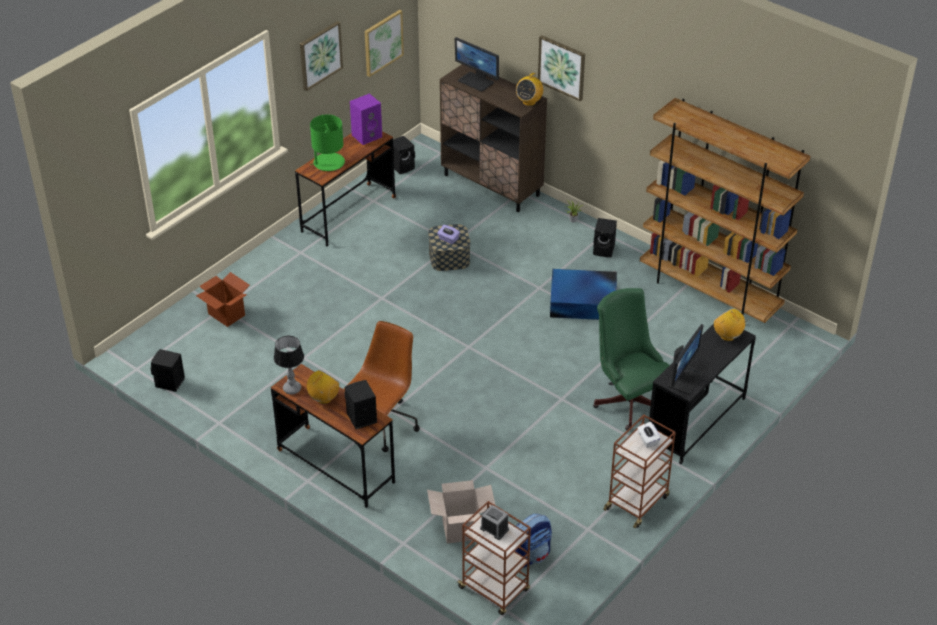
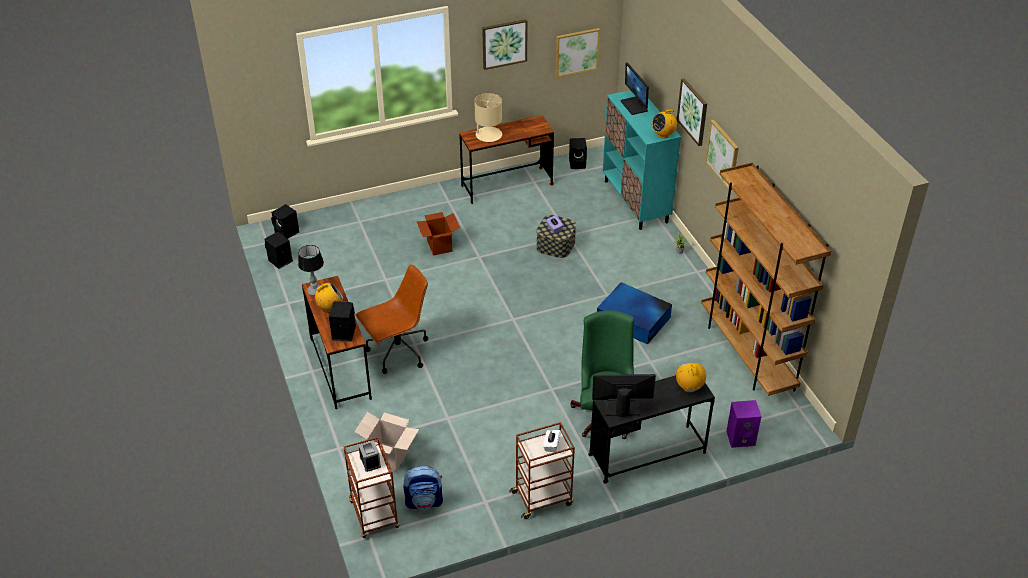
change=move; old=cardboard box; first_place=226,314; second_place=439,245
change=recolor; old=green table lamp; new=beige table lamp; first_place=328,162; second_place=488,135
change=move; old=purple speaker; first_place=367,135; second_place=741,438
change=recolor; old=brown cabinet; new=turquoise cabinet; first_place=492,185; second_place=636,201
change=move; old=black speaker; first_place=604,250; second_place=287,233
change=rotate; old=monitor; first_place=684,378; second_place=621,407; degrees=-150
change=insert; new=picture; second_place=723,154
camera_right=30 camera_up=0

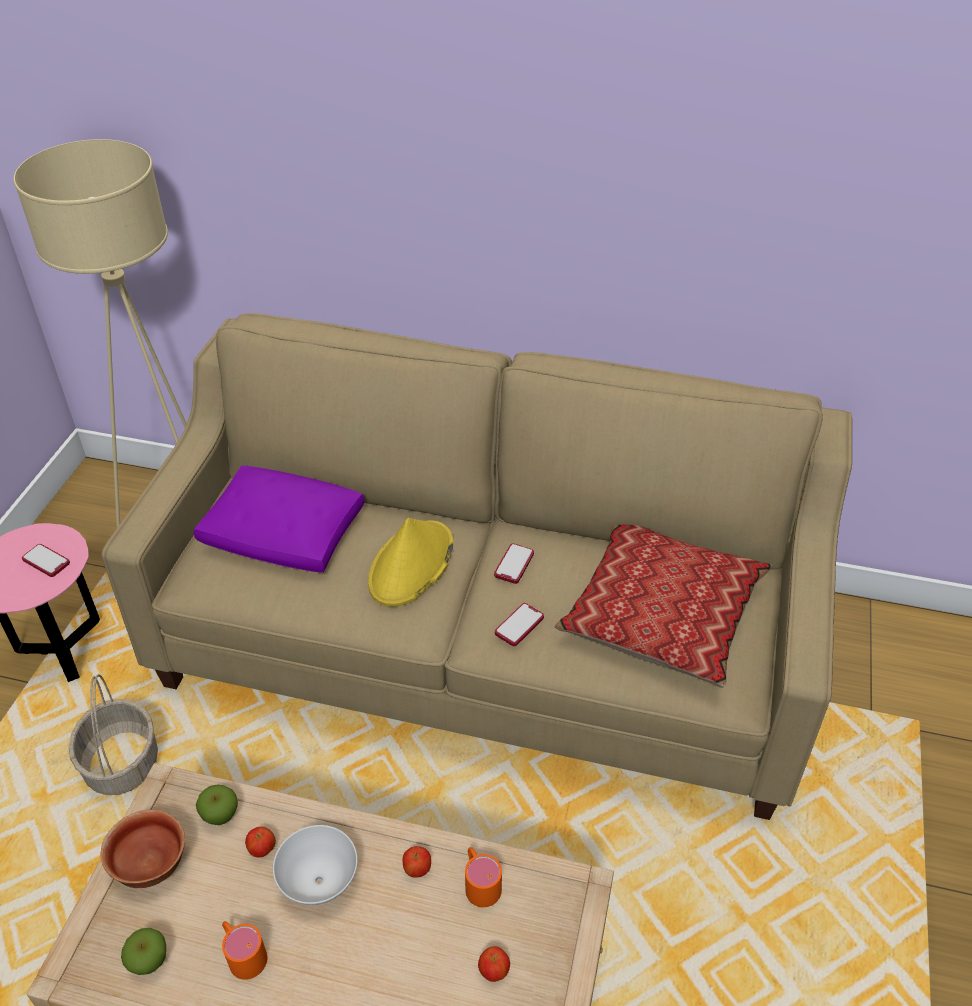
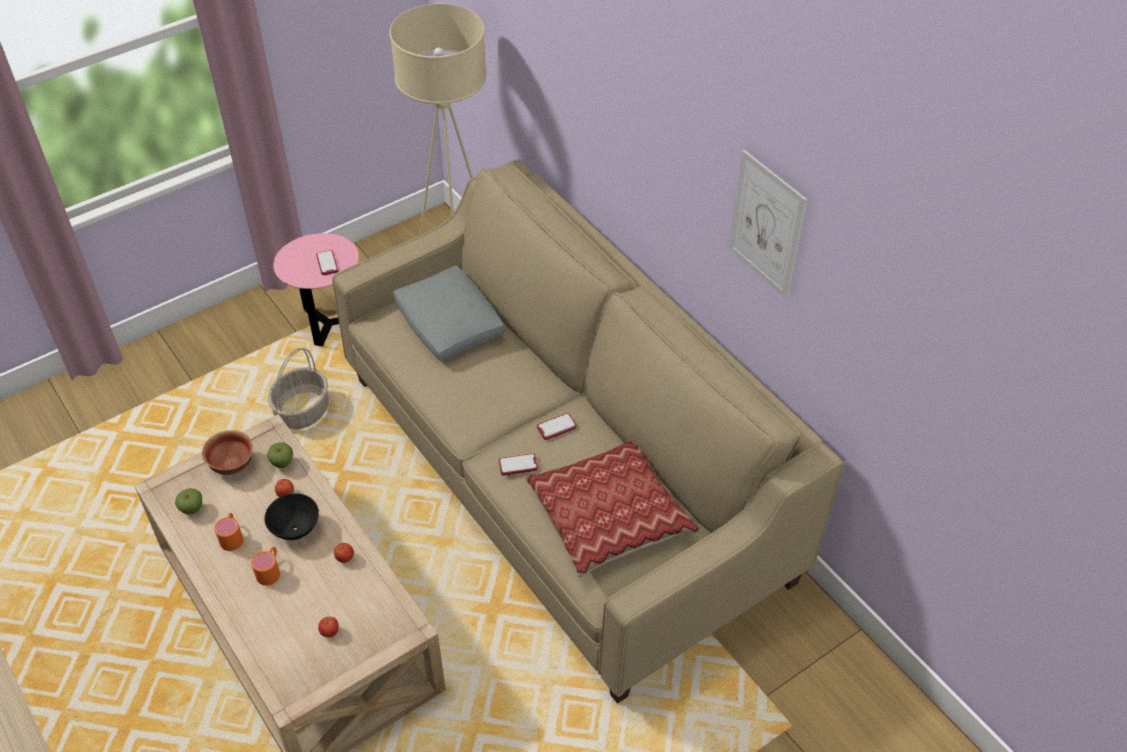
change=recolor; old=purple pillow; new=grey pillow; first_place=285,534; second_place=450,324
change=recolor; old=white bowl; new=black bowl; first_place=318,882; second_place=295,529
change=delete; old=yellow hat; first_place=411,565
change=move; old=orange mug; first_place=480,882; second_place=270,570
change=insert; new=picture; second_place=766,225
camera_right=40 camera_up=5

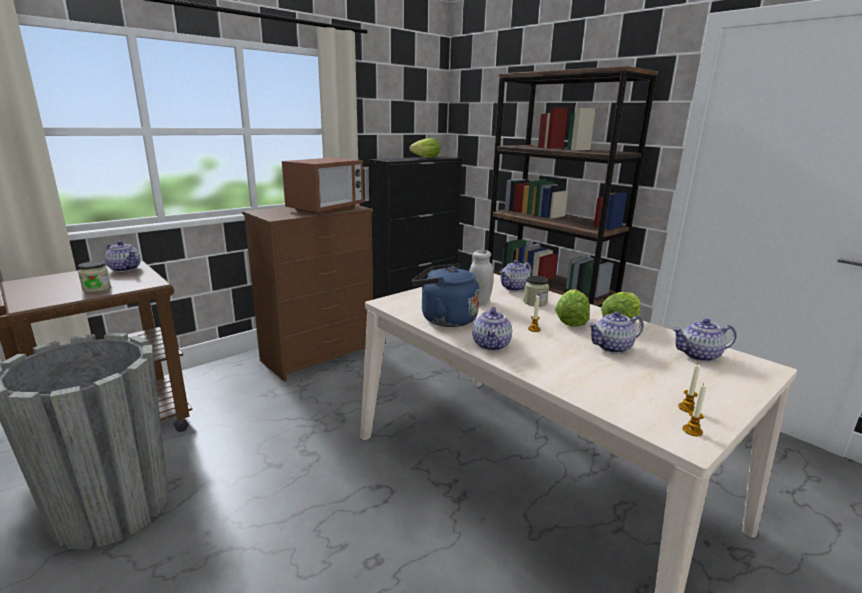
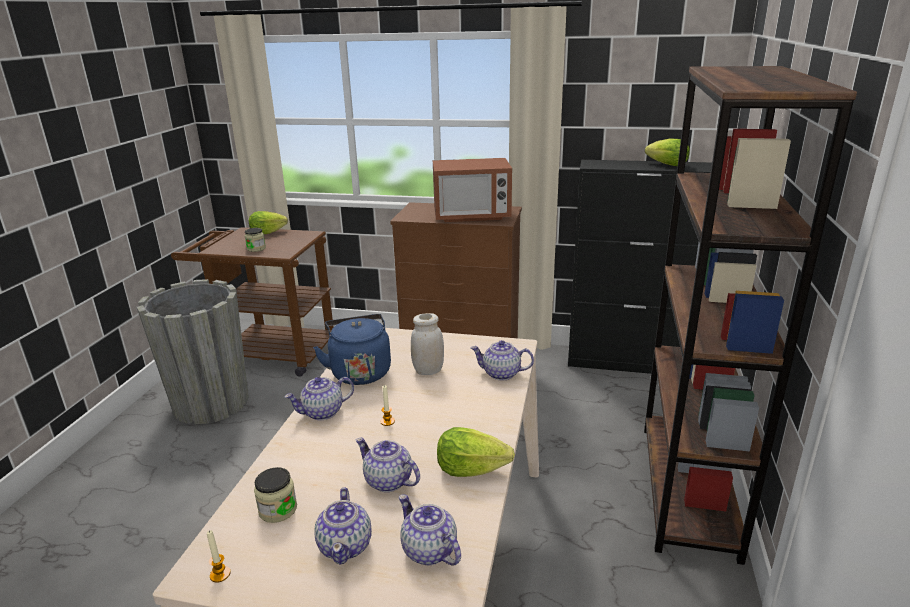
change=move; old=teapot; first_place=125,269; second_place=346,545
change=move; old=jar; first_place=535,302; second_place=278,509
change=move; old=lettuce; first_place=570,321; second_place=267,233
change=delete; old=candle; first_place=687,408
camera_right=55 camera_up=5

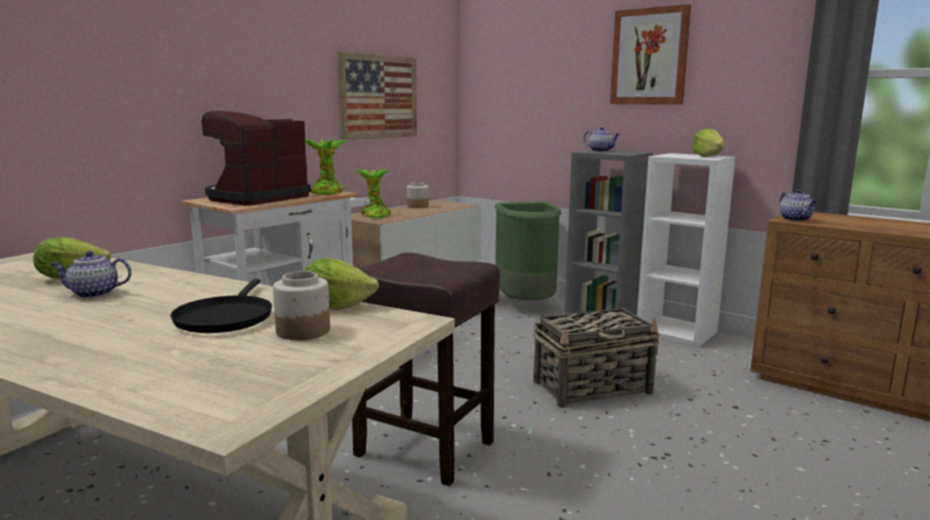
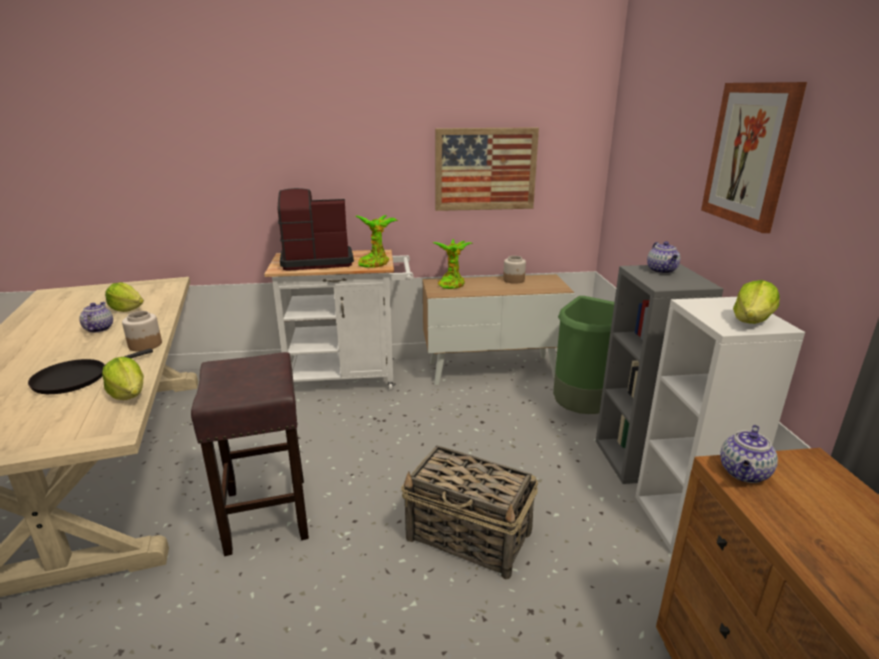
change=rotate; old=teapot; first_place=93,294; second_place=99,328; degrees=45
change=move; old=jar; first_place=302,331; second_place=144,345
camera_right=45 camera_up=10

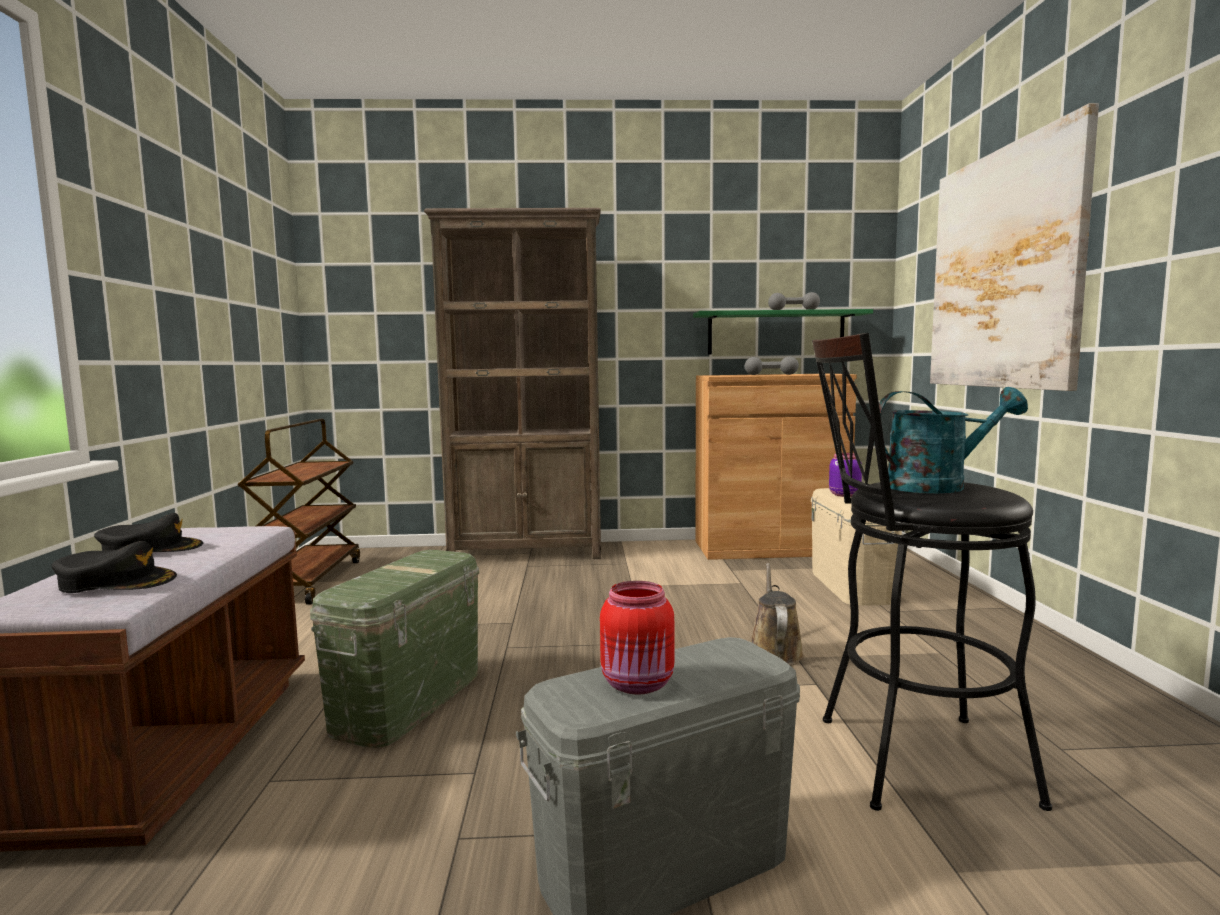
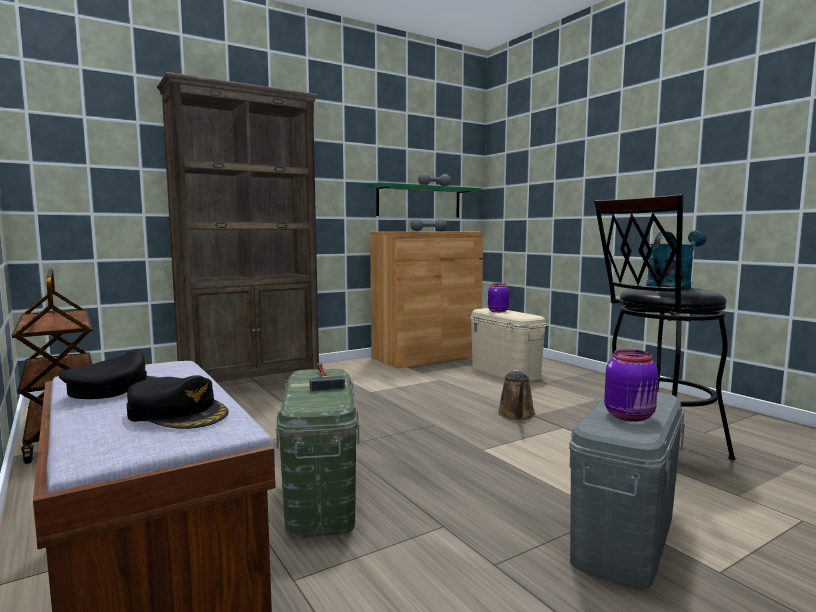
change=rotate; old=black cap; first_place=117,582; second_place=178,413; degrees=60
change=recolor; old=red jar; new=purple jar; first_place=639,684; second_place=630,416
change=rotate; old=brown watering can; first_place=774,652; second_place=517,415; degrees=-150
change=delete; old=picture; first_place=1002,269
change=insert; new=hammer; second_place=323,379
camera_right=-30 camera_up=0

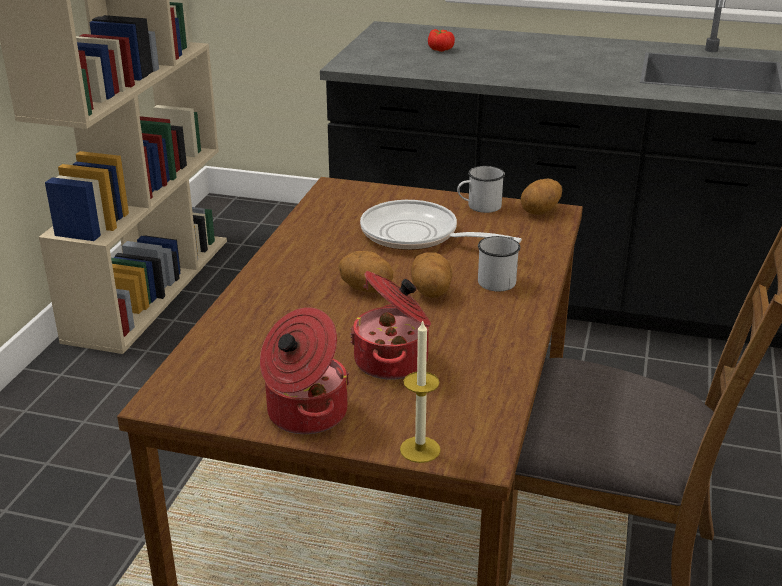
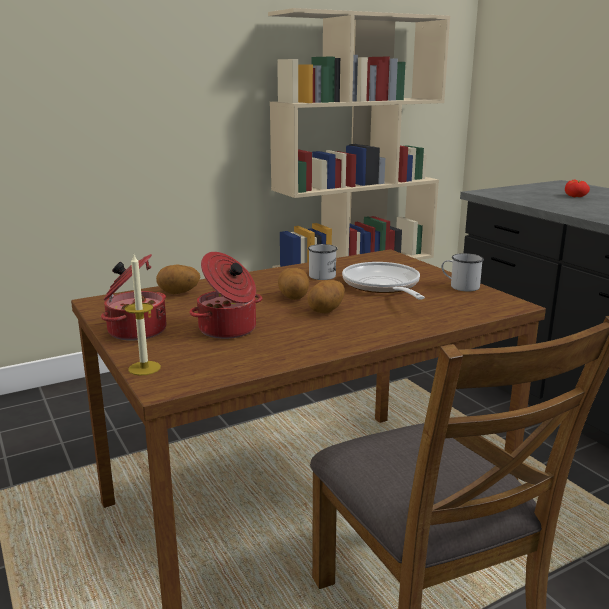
change=move; old=white mug; first_place=493,279; second_place=323,275
change=move; old=potato; first_place=540,212; second_place=179,293
camera_right=45 camera_up=-10

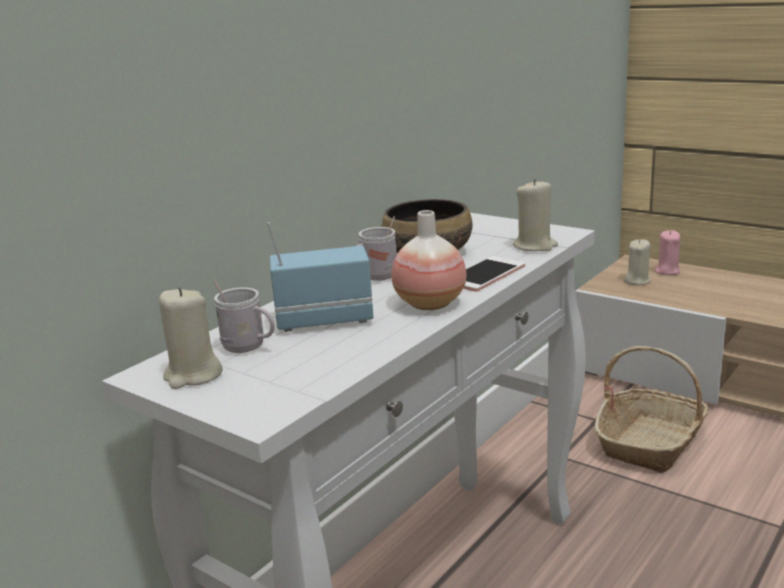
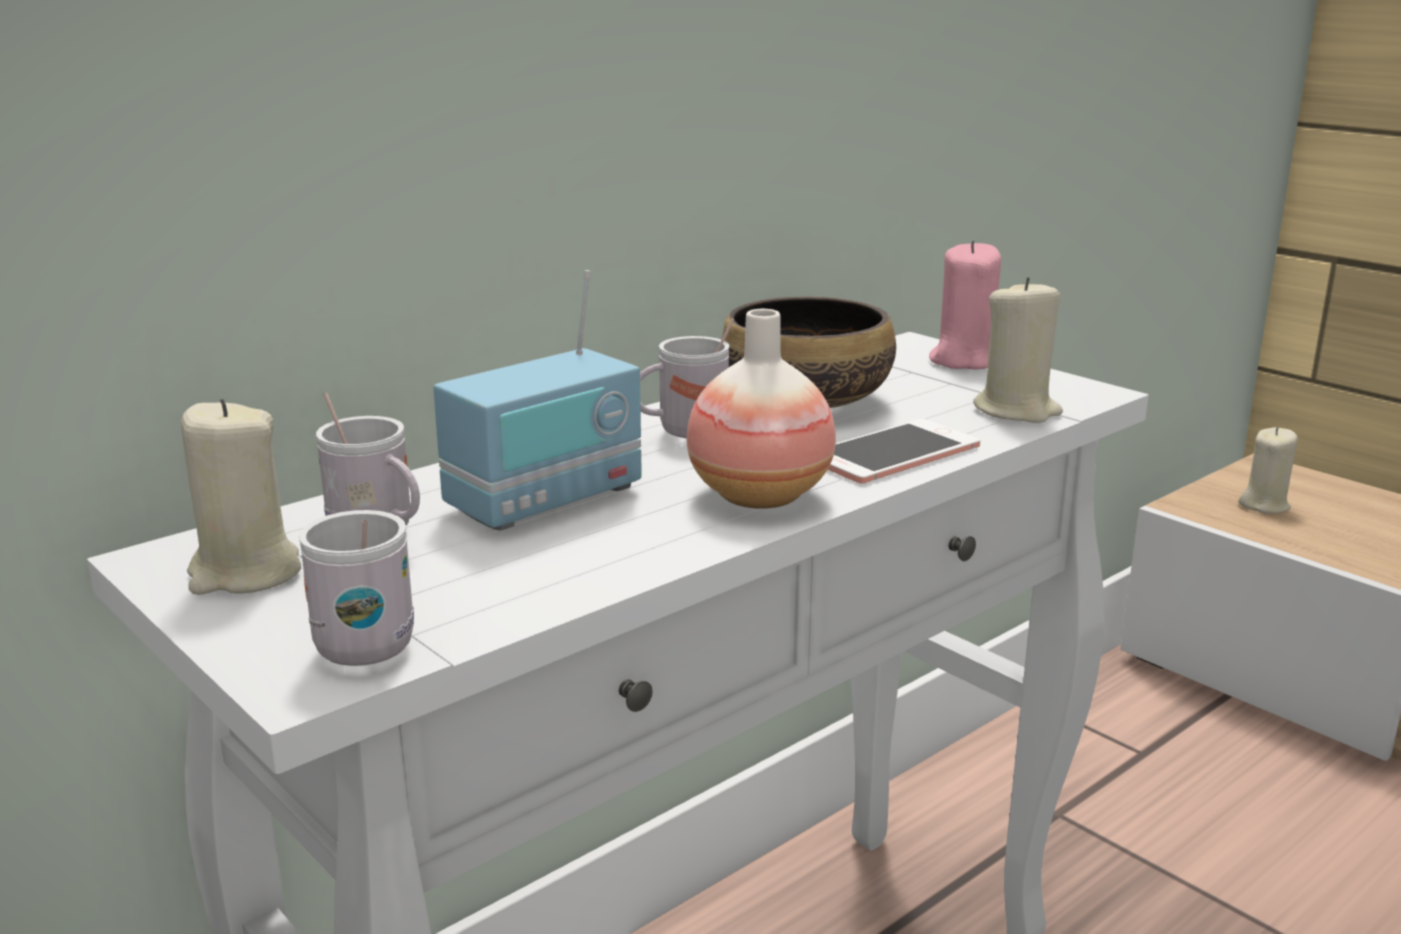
change=rotate; old=radio; first_place=324,320; second_place=546,501; degrees=135
change=delete; old=basket; first_place=650,442
change=move; old=pink candle; first_place=667,271; second_place=963,360
change=insert; new=white mug; second_place=361,642
camera_right=10 camera_up=0

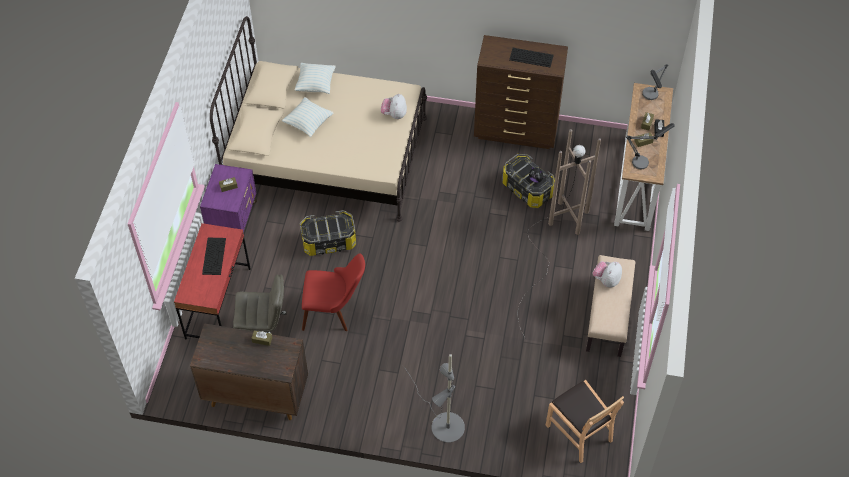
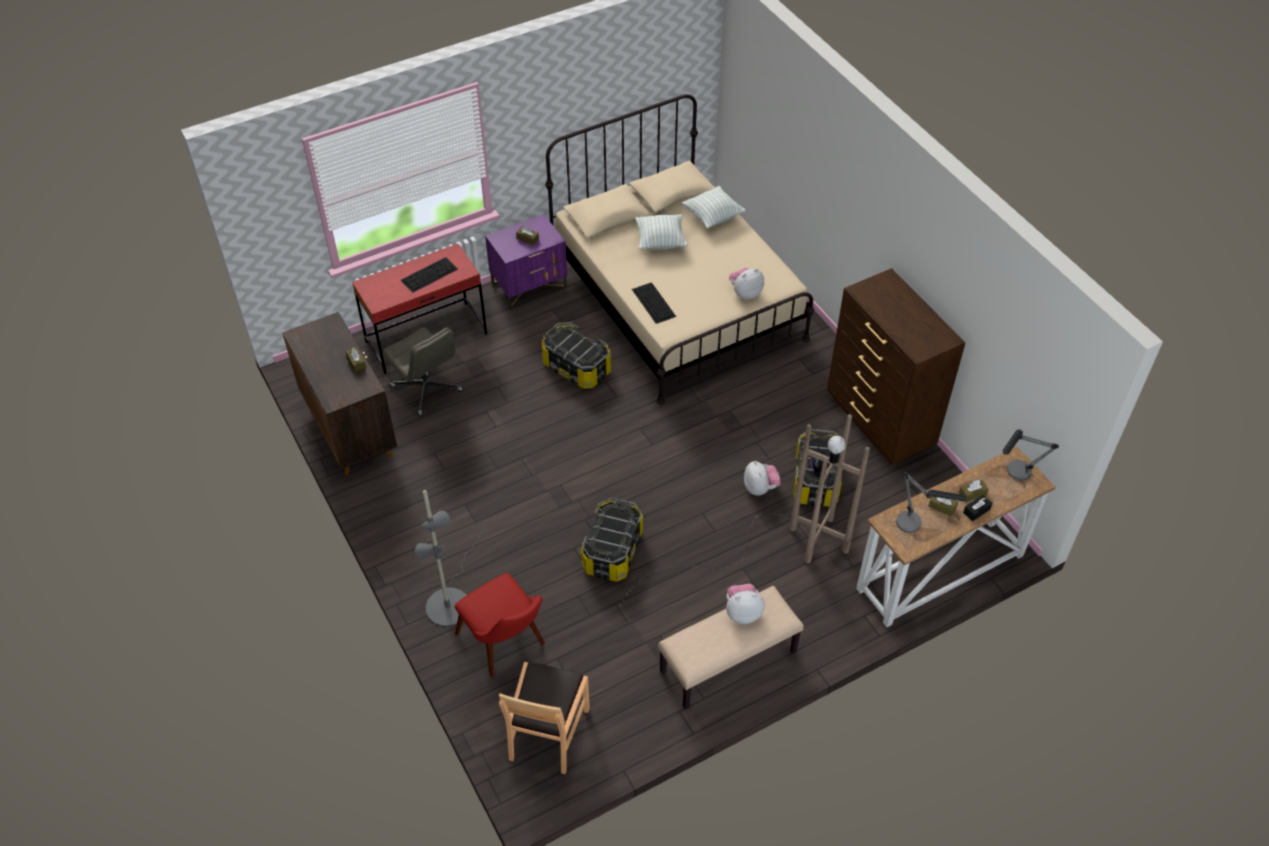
change=move; old=red chair; first_place=334,311; second_place=507,645
change=move; old=keyboard; first_place=531,57; second_place=654,303
change=insert; new=storage box; second_place=612,551
change=insert; new=plush toy; second_place=760,488
camera_right=50 camera_up=-5

